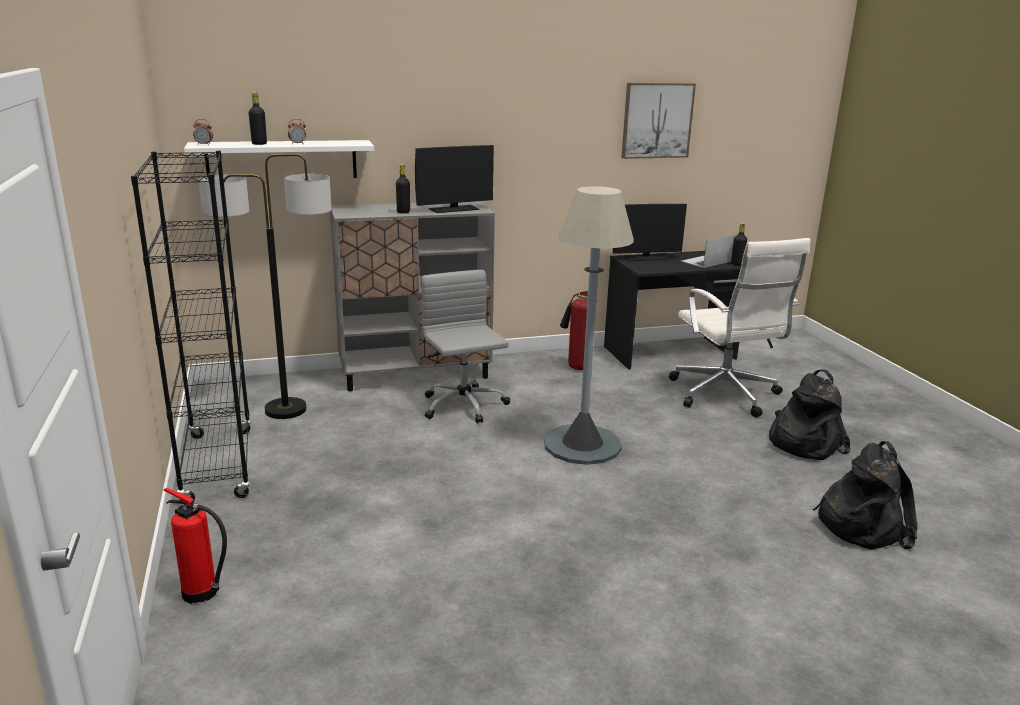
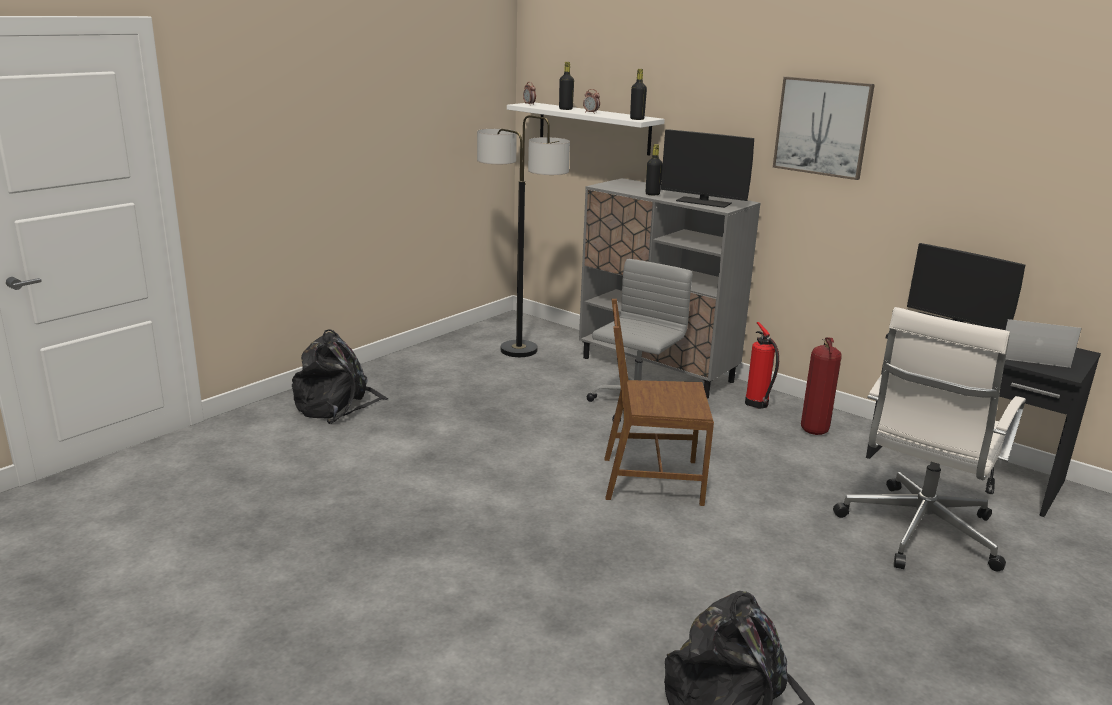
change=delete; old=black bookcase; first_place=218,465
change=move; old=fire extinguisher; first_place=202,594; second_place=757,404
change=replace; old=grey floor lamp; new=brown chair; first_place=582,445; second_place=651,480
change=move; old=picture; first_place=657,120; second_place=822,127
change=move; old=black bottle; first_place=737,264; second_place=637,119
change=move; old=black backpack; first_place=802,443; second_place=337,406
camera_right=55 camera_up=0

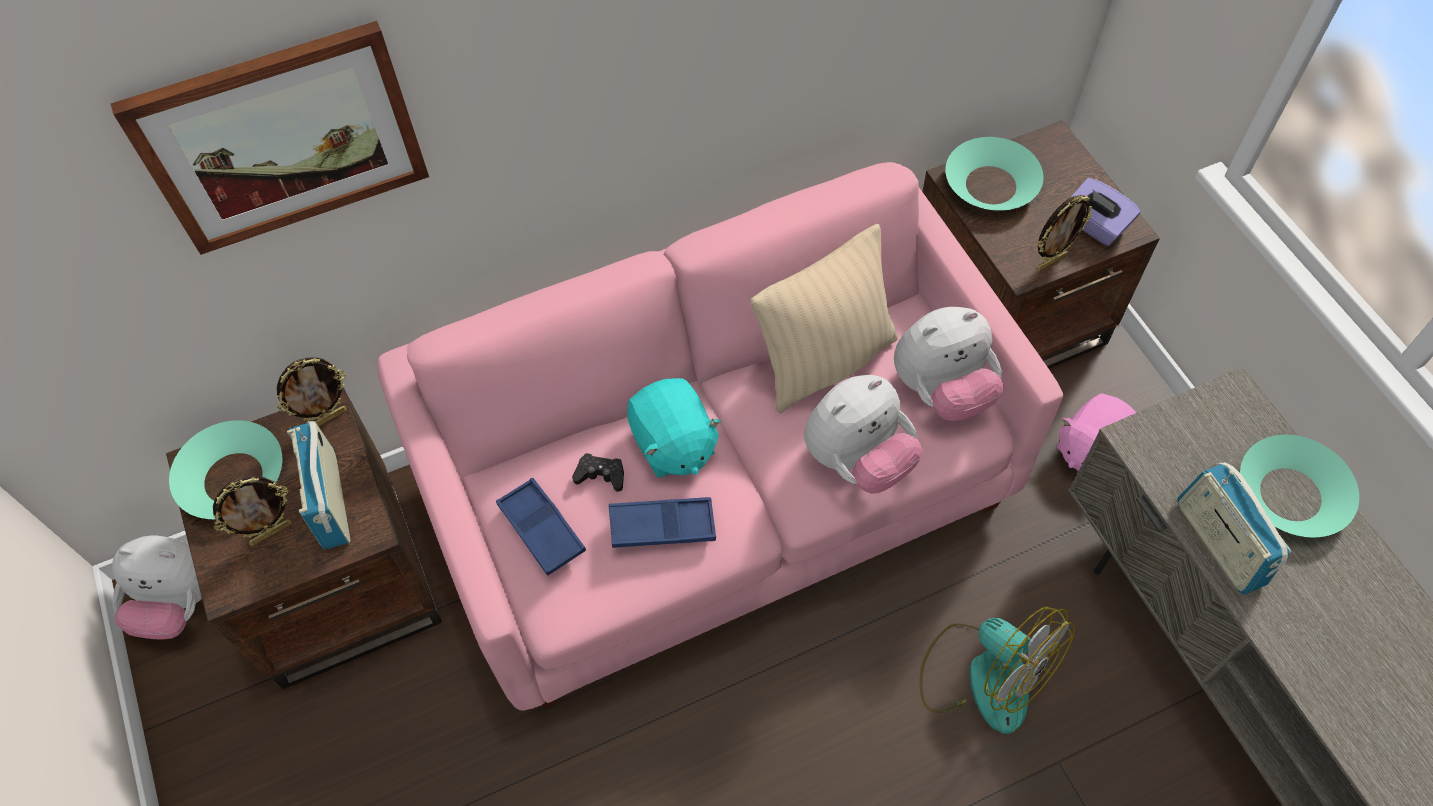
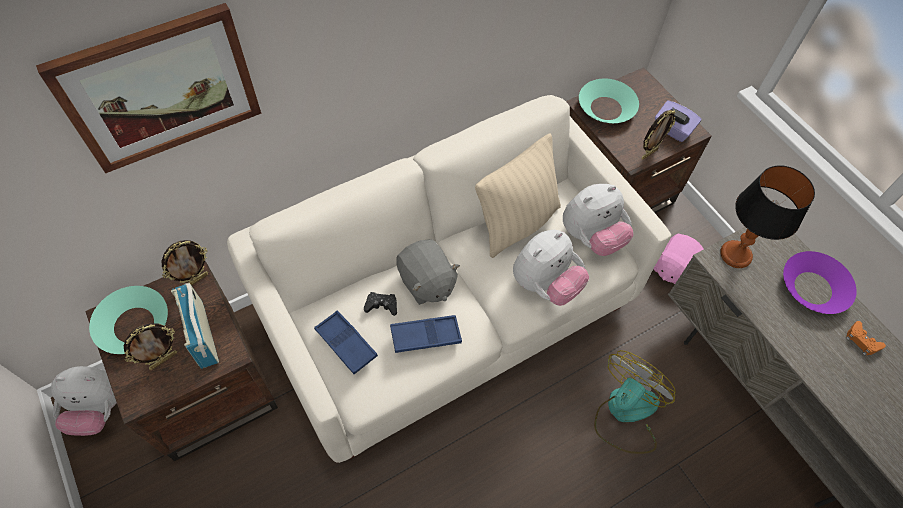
change=recolor; old=pink sofa; new=white sofa; first_place=721,488; second_place=449,307
change=recolor; old=turquoise plush toy; new=grey plush toy; first_place=673,444; second_place=426,282
change=rotate; old=fan; first_place=983,675; second_place=625,413; degrees=-90
change=delete; old=radio; first_place=1218,543
change=recolor; old=turquoise bowl; new=purple bowl; first_place=1291,494; second_place=813,287
change=insert; new=table lamp; second_place=735,255
change=insert; new=orange game controller; second_place=861,341
camera_right=-10 camera_up=0

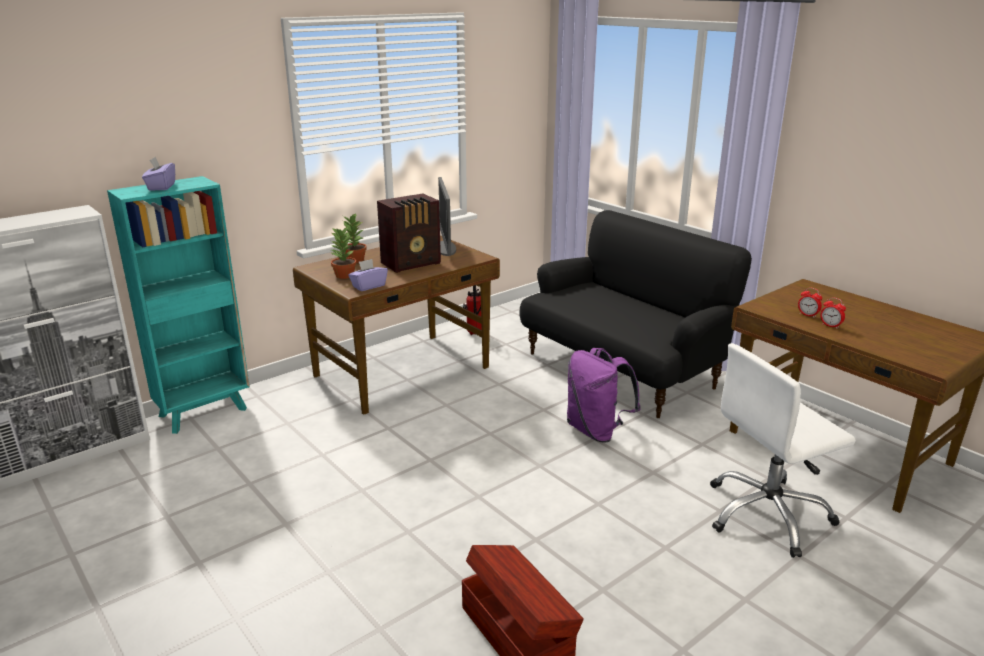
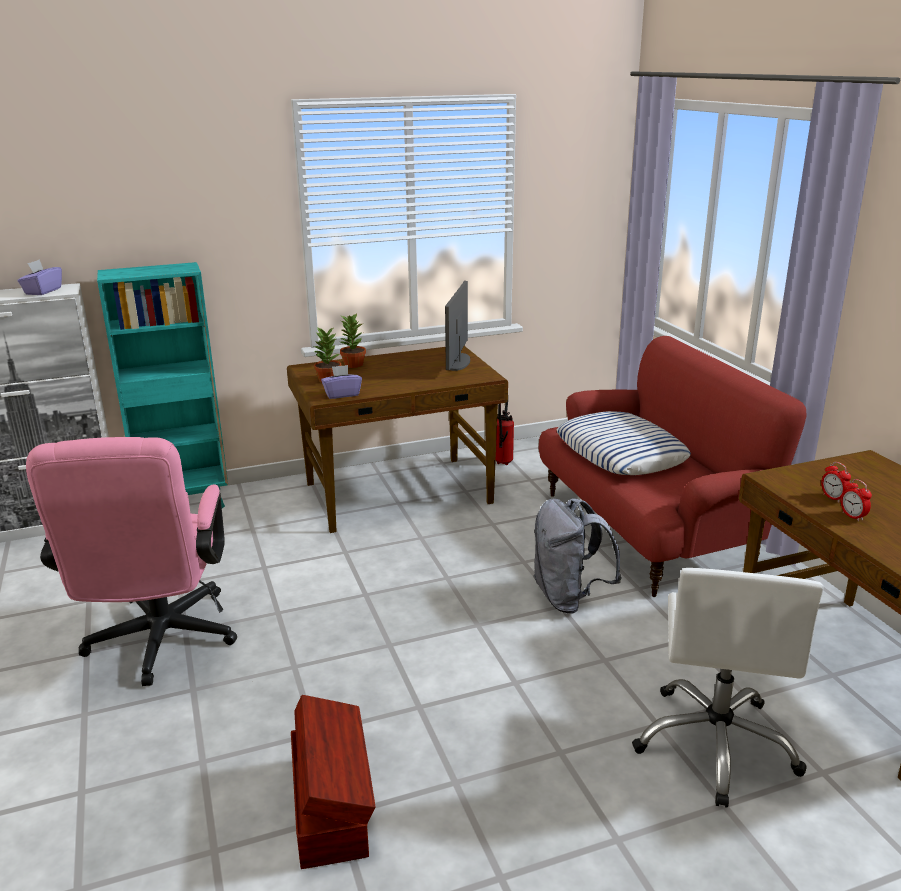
change=move; old=purple tissue box; first_place=161,187; second_place=43,291
change=delete; old=radio; first_place=412,263
change=recolor; old=black sofa; new=red sofa; first_place=622,369; second_place=647,530
change=recolor; old=purple backpack; new=grey backpack; first_place=597,431; second_place=569,598
change=rotate; old=white office chair; first_place=767,515; second_place=716,744; degrees=-75
change=insert; new=pink office chair; second_place=159,644
change=insert; new=pillow; second_place=621,453
camera_right=20 camera_up=0

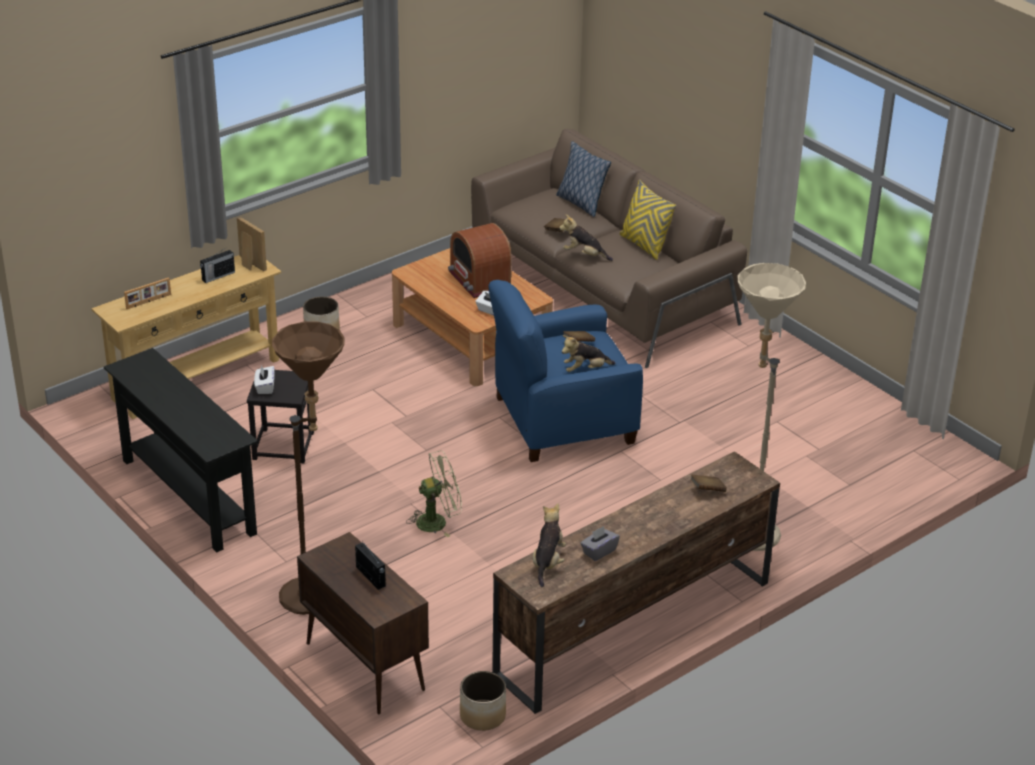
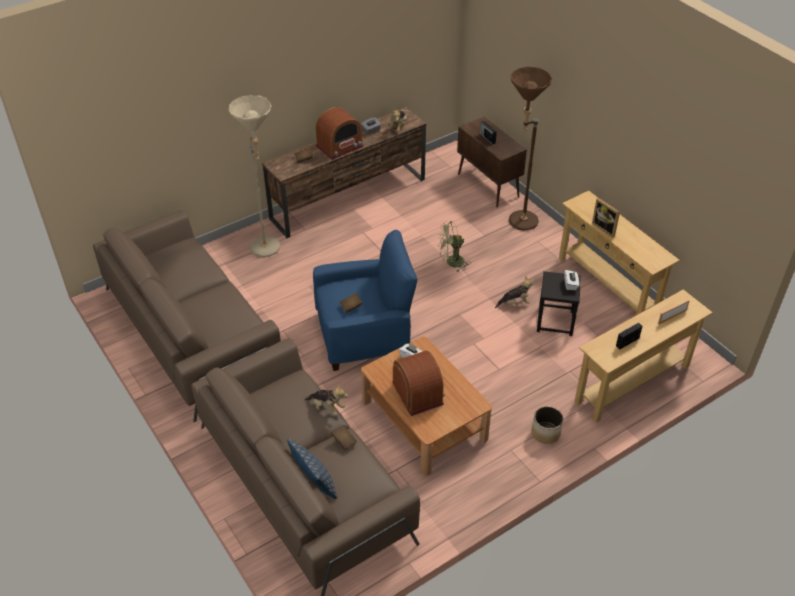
change=recolor; old=black console table; new=beige console table; first_place=187,497; second_place=607,285
change=move; old=picture frame; first_place=249,264; second_place=605,228
change=delete; old=planter; first_place=483,716
change=move; old=plush toy; first_place=585,370; second_place=514,303
change=delete; old=yellow pillow; first_place=644,245
change=insert; new=brown sofa; second_place=191,331
change=insert; new=radio; second_place=339,146
camera_right=-175 camera_up=10

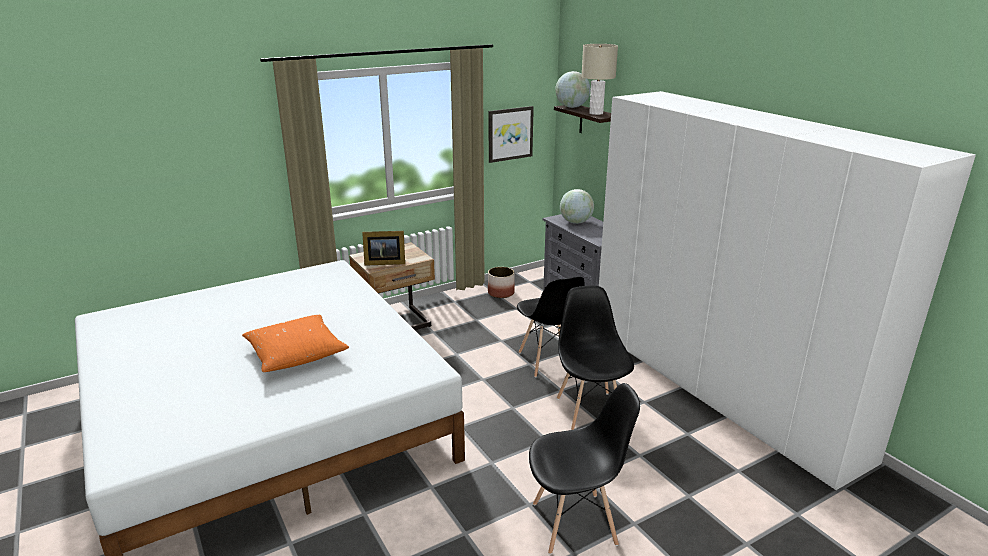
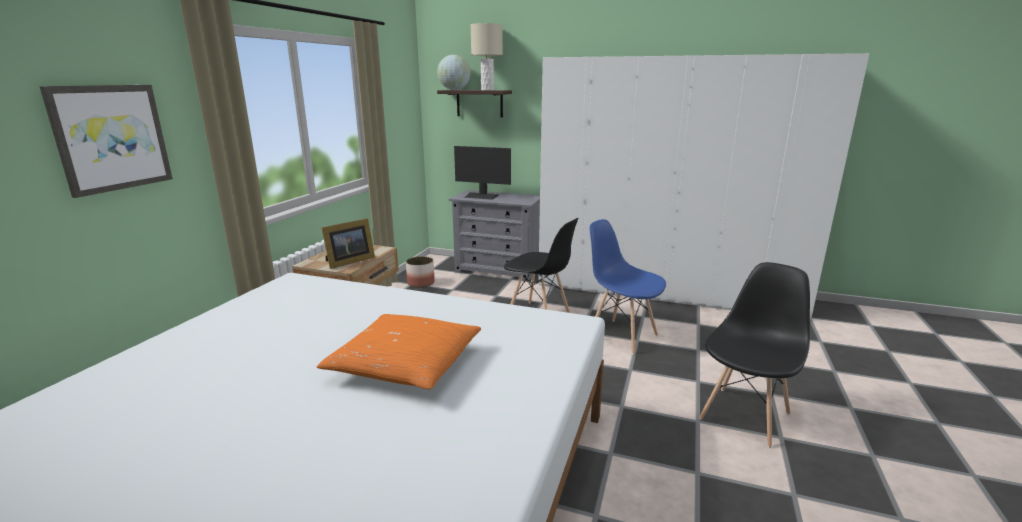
change=move; old=picture; first_place=510,134; second_place=111,138
change=recolor; old=black chair; new=blue chair; first_place=590,410; second_place=621,336
change=replace; old=globe; new=monitor; first_place=576,222; second_place=481,196
camera_right=-40 camera_up=-5

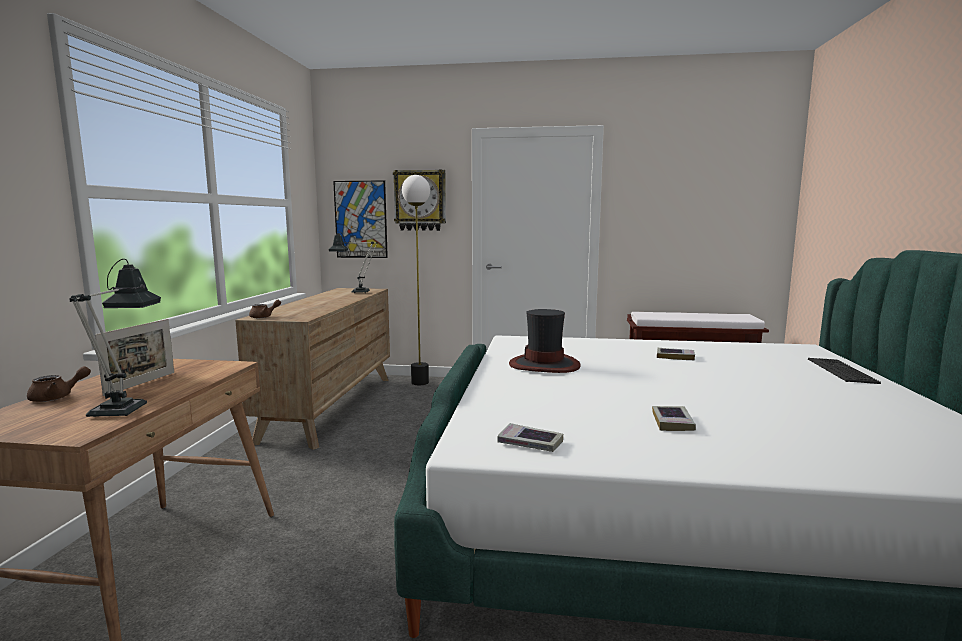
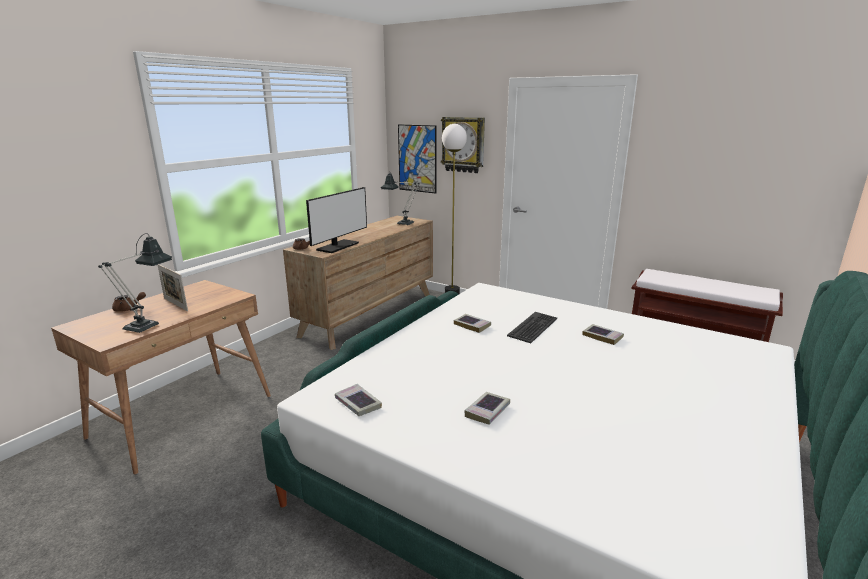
change=rotate; old=picture frame; first_place=141,383; second_place=175,304; degrees=90
change=replace; old=hat; new=book; first_place=544,365; second_place=472,325
change=move; old=keyboard; first_place=842,371; second_place=533,327
change=insert; new=monitor; second_place=338,246
camera_right=25 camera_up=10

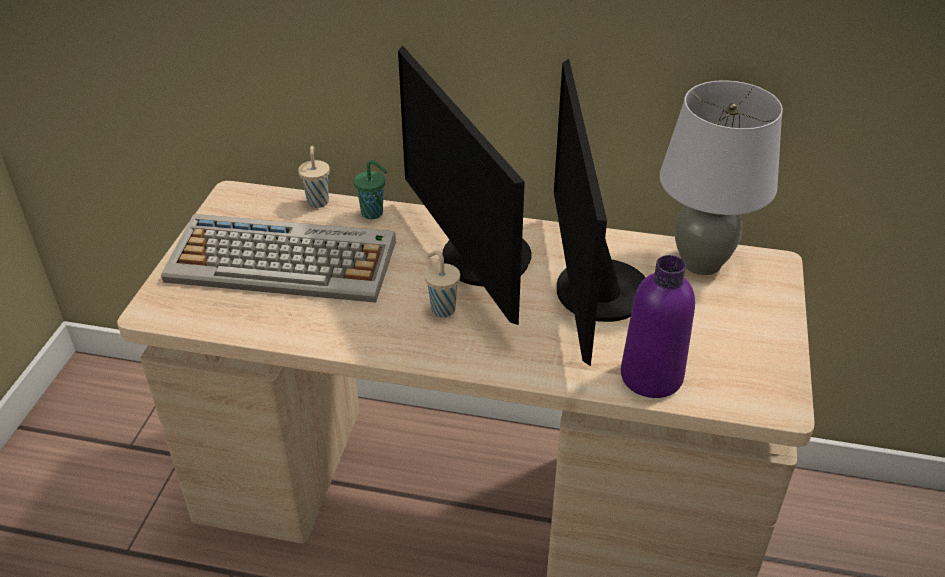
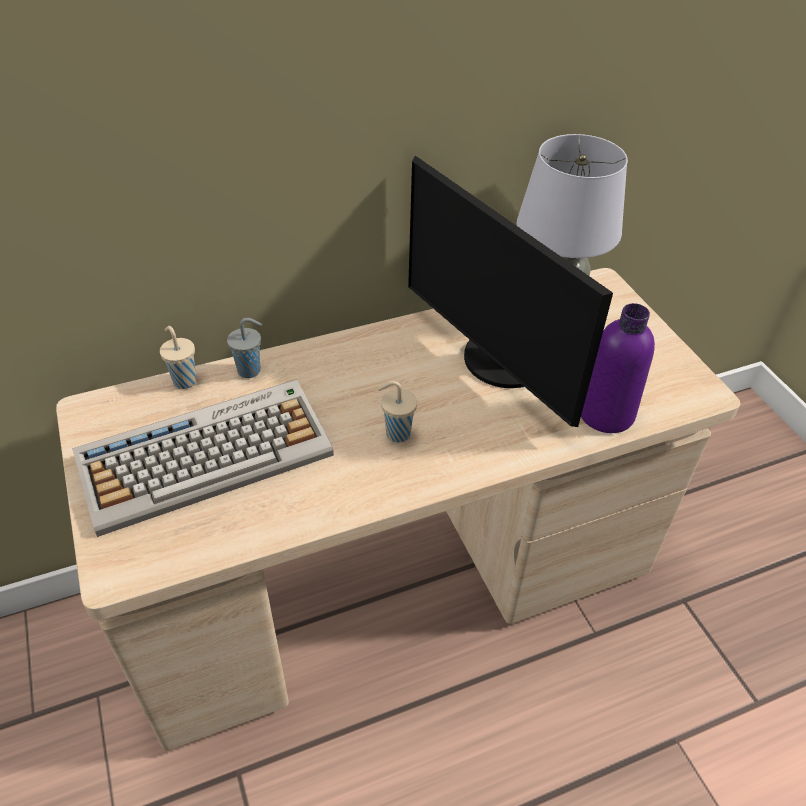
change=recolor; old=green cup; new=grey cup; first_place=373,213; second_place=250,370
change=delete; old=monitor; first_place=476,261
camera_right=-35 camera_up=5

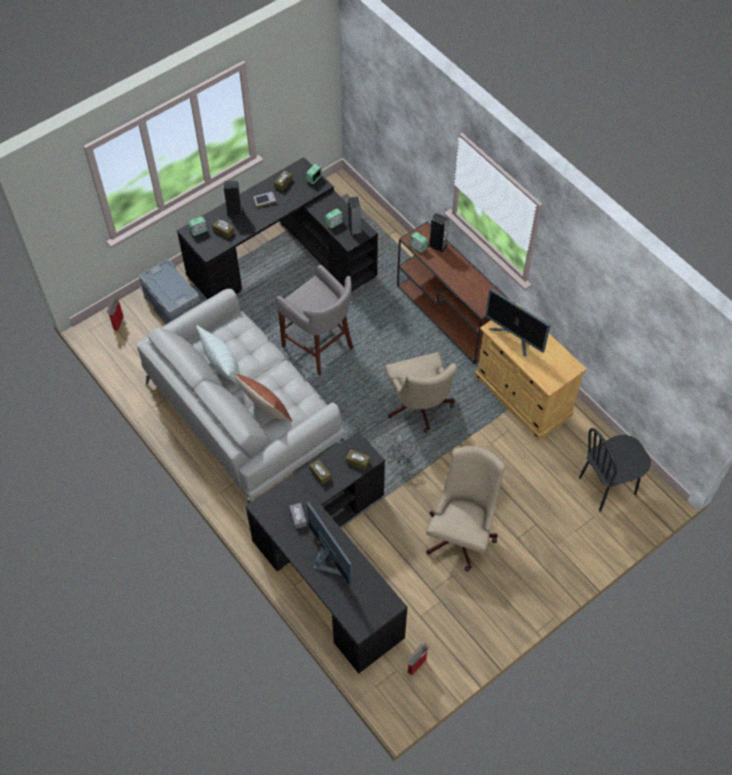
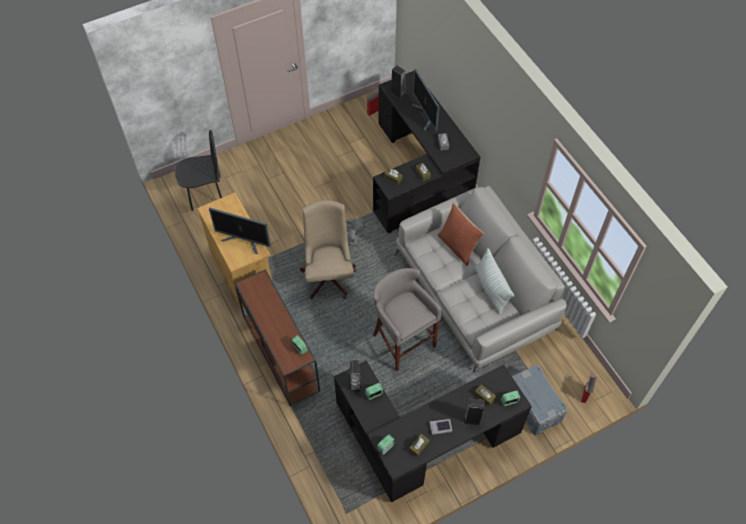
change=delete; old=beige office chair; first_place=462,533
change=move; old=speaker; first_place=437,245; second_place=398,93
change=rotate; old=monitor; first_place=514,337; second_place=244,241; degrees=150
camera_right=-170 camera_up=0

